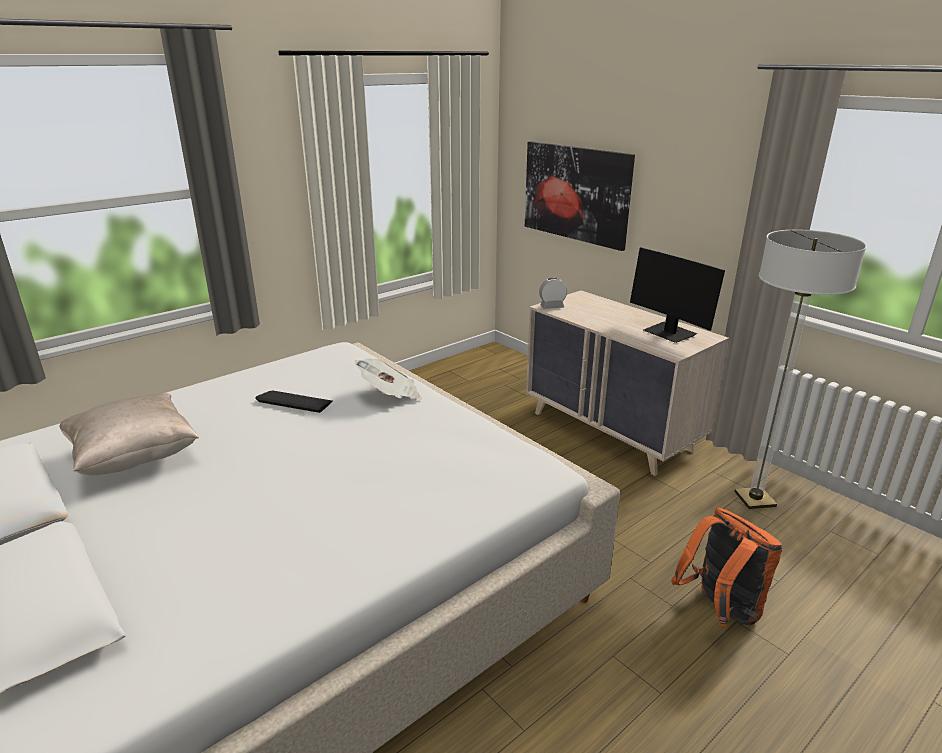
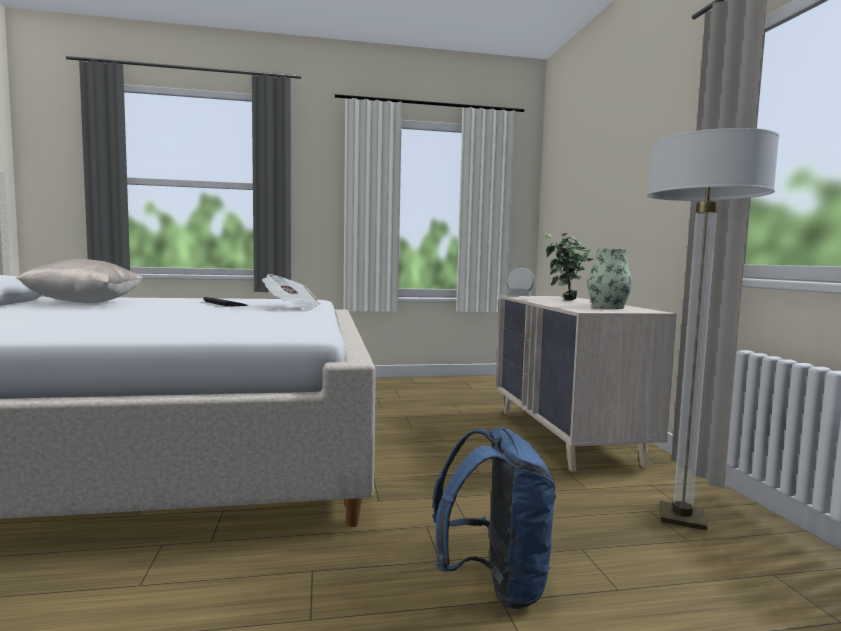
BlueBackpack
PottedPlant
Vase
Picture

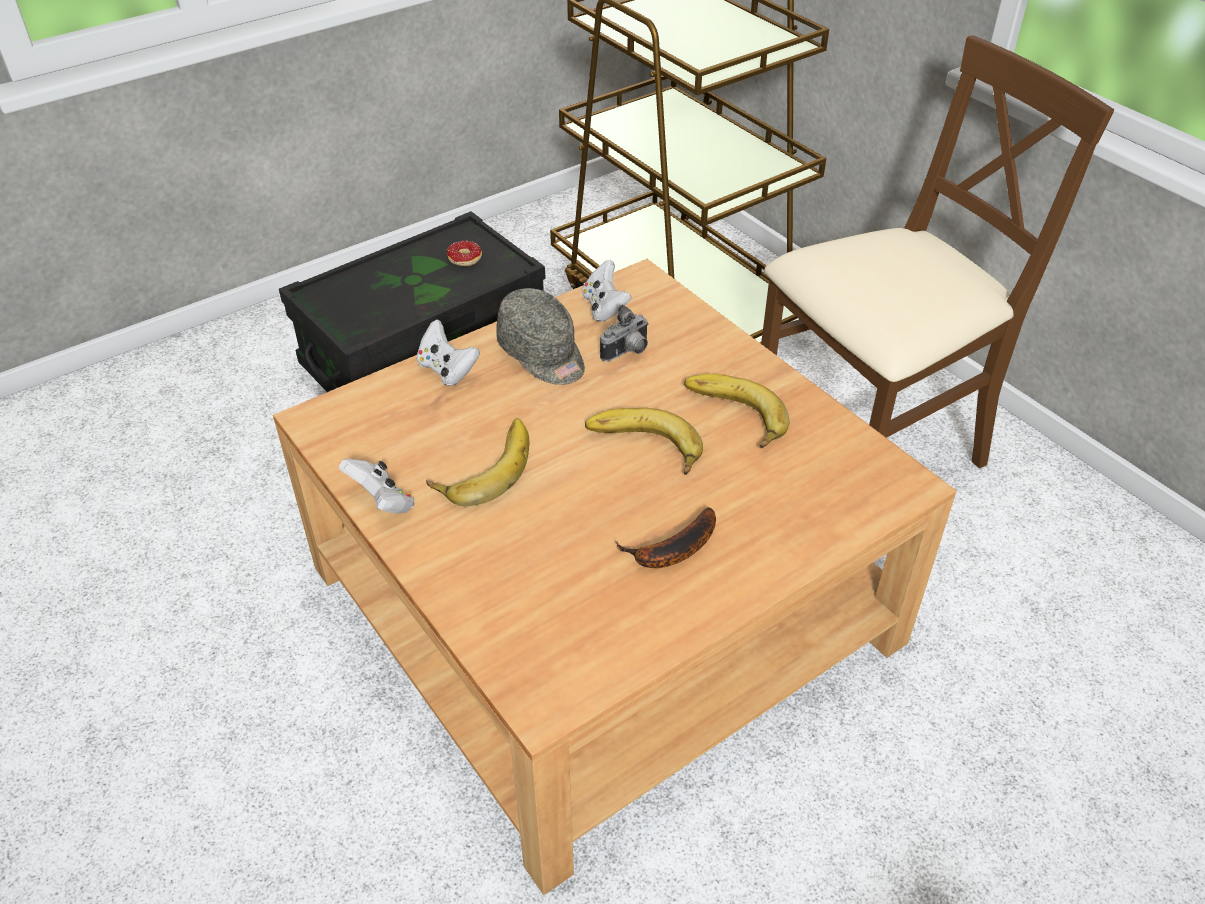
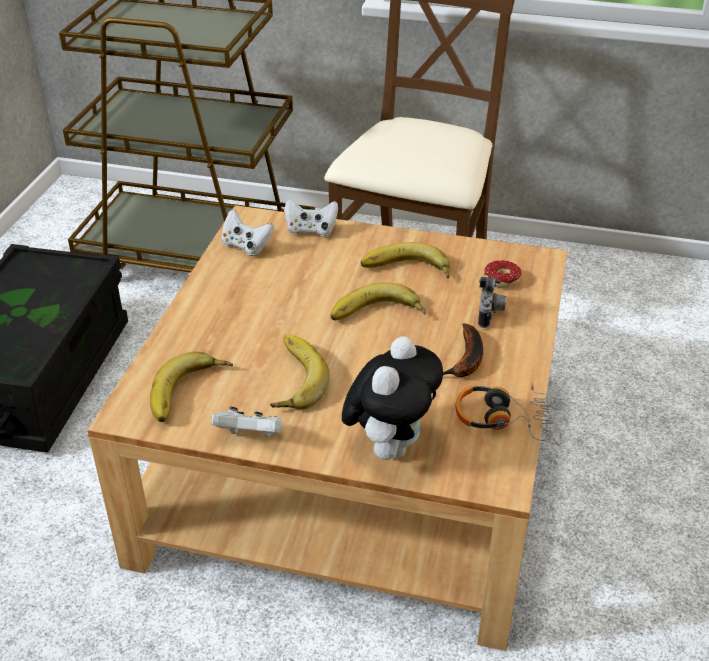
Banana (1st from left)
WhiteGameController (3rd from left)
PlushToy
Headphones
PhotoCamera
Donut
GreyCap

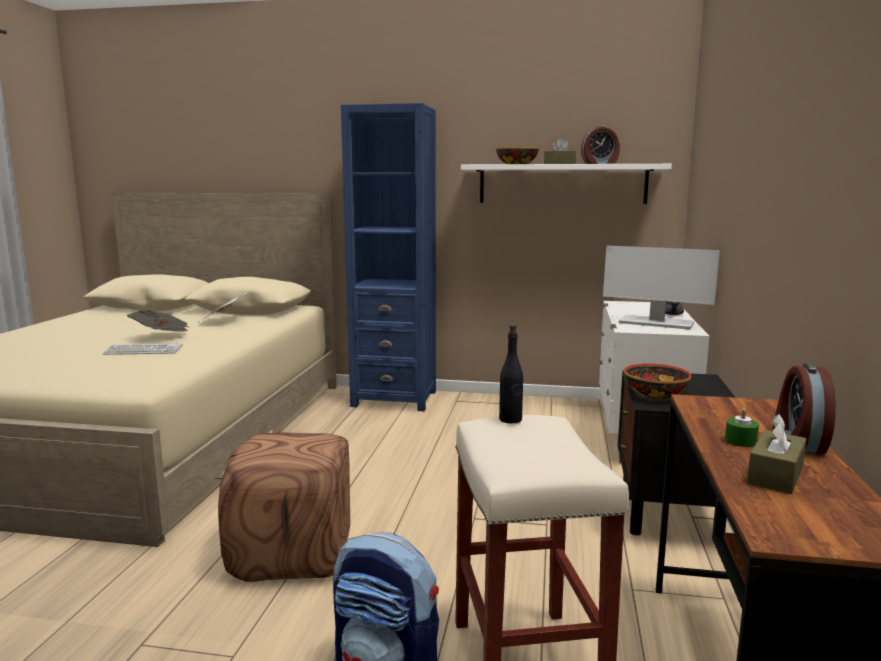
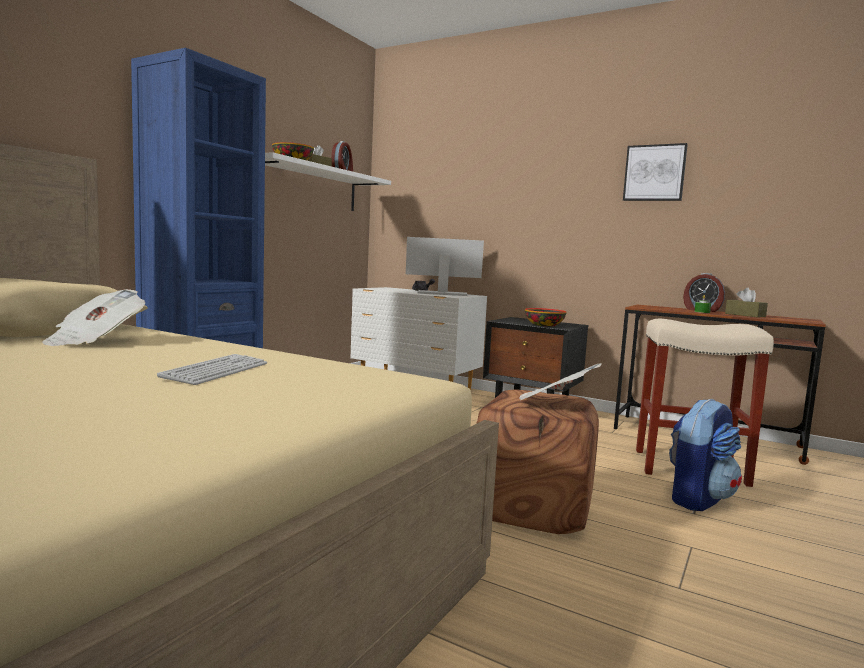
Monitor
Newspaper (2nd from left)
Picture
BlackBottle

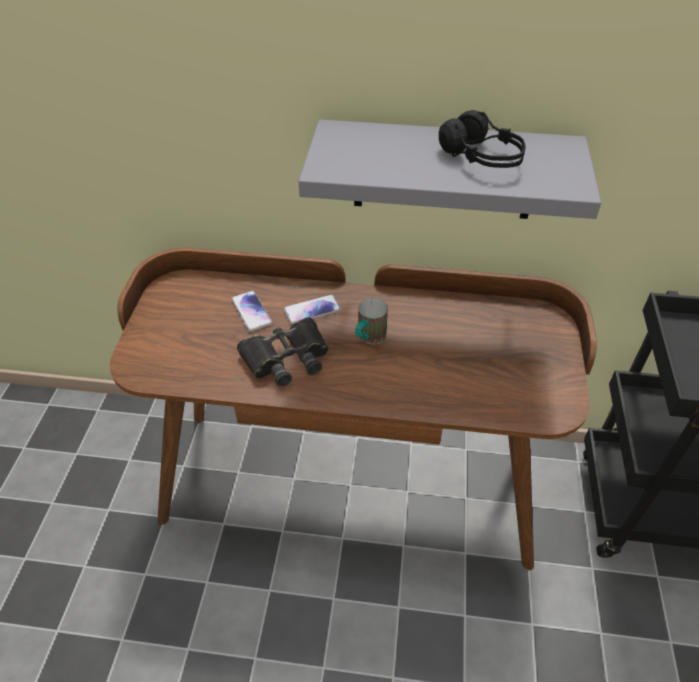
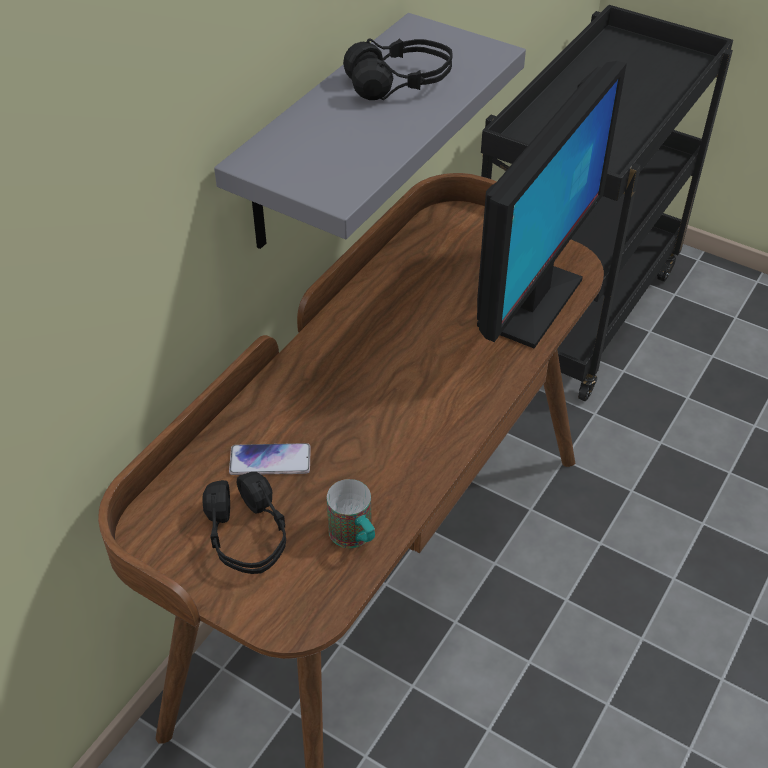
BlackHeadphones (1st from left)
Mug
Monitor
BlackBinoculars
Phone (2nd from left in the first image)

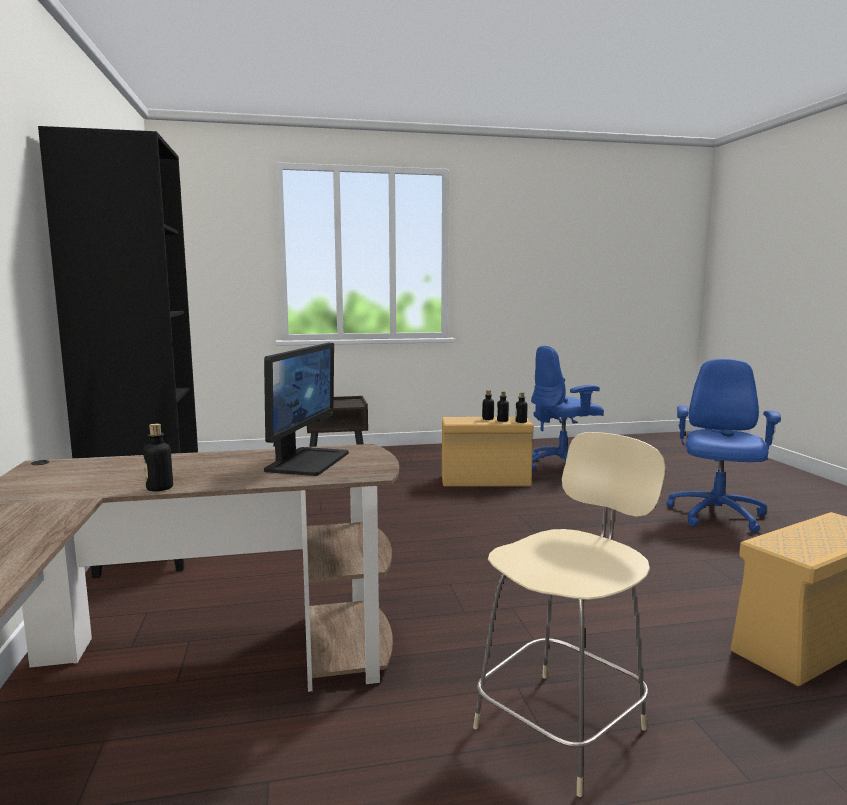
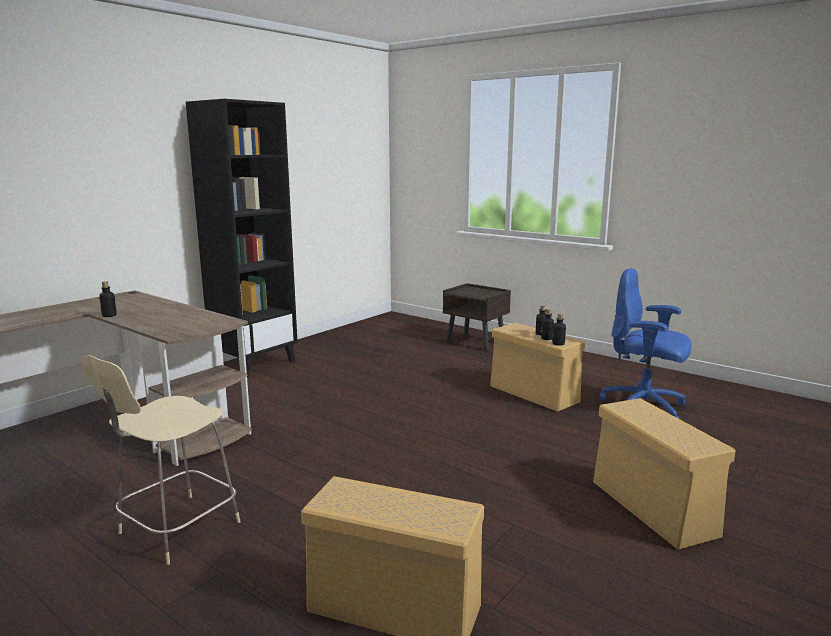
BeigeChair
BeigeStorageBox (3rd from left)
Monitor

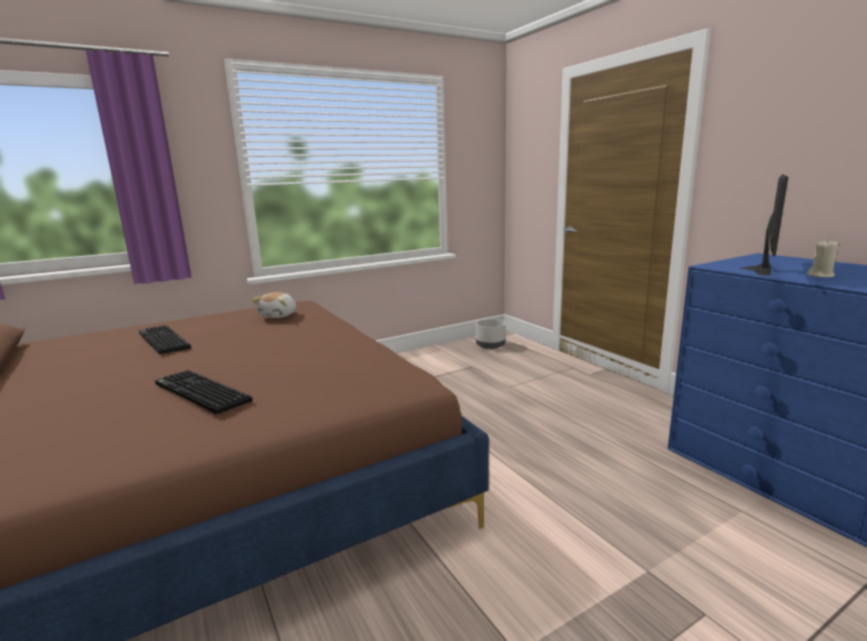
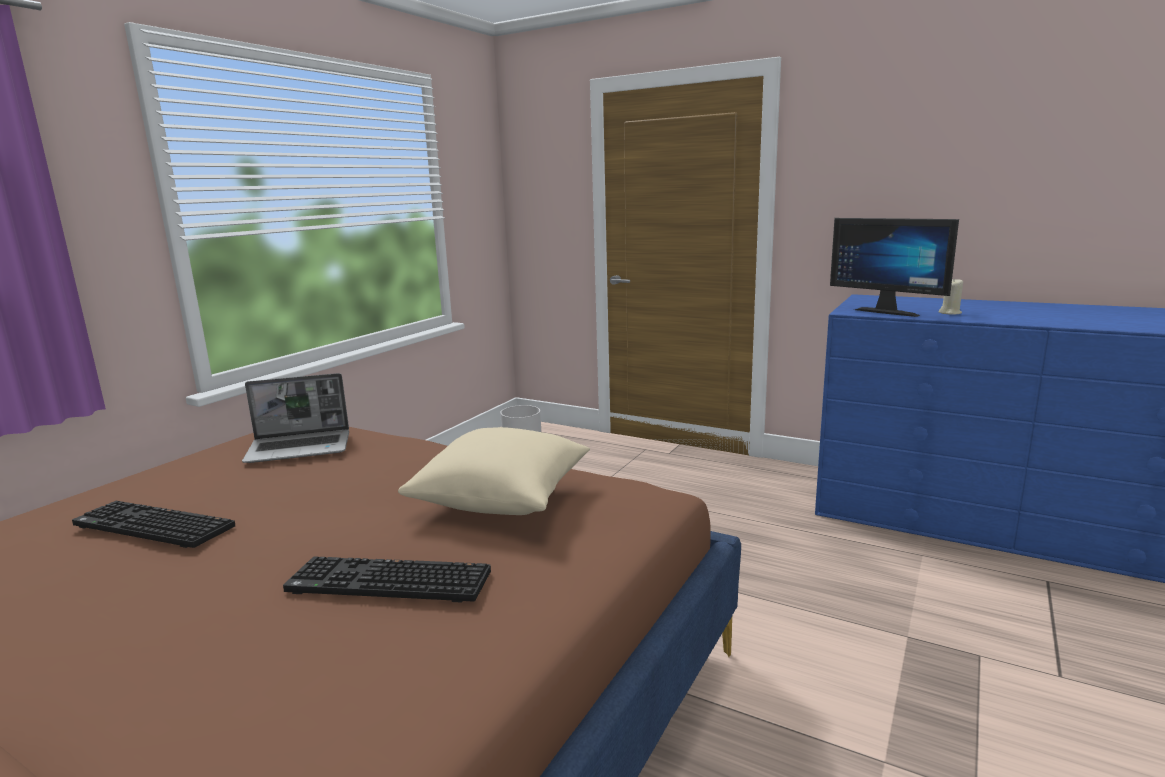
Laptop
BeigePillow
Monitor

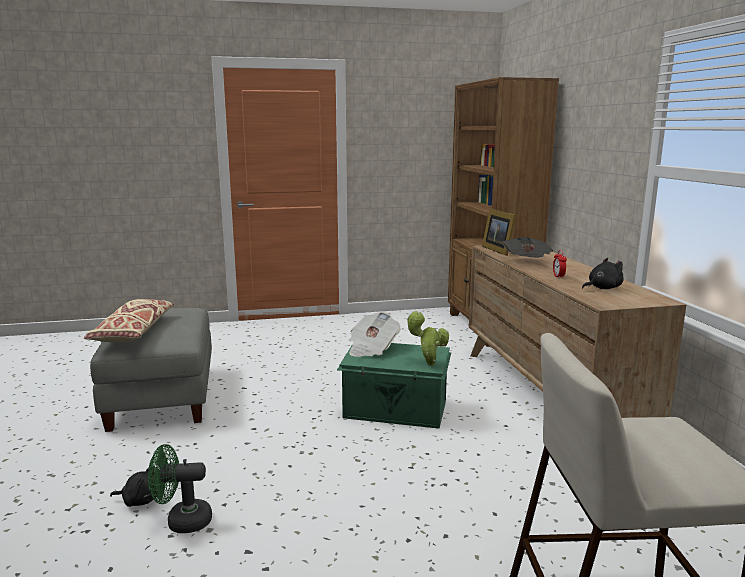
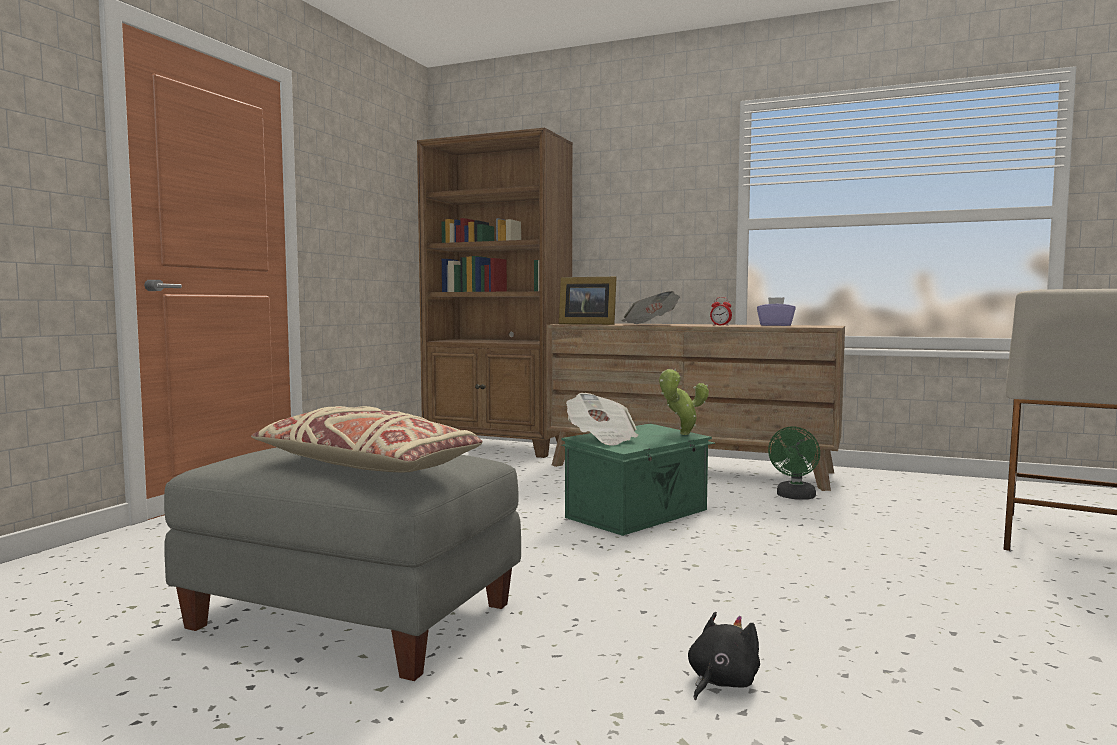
PurpleTissueBox
GreenFan

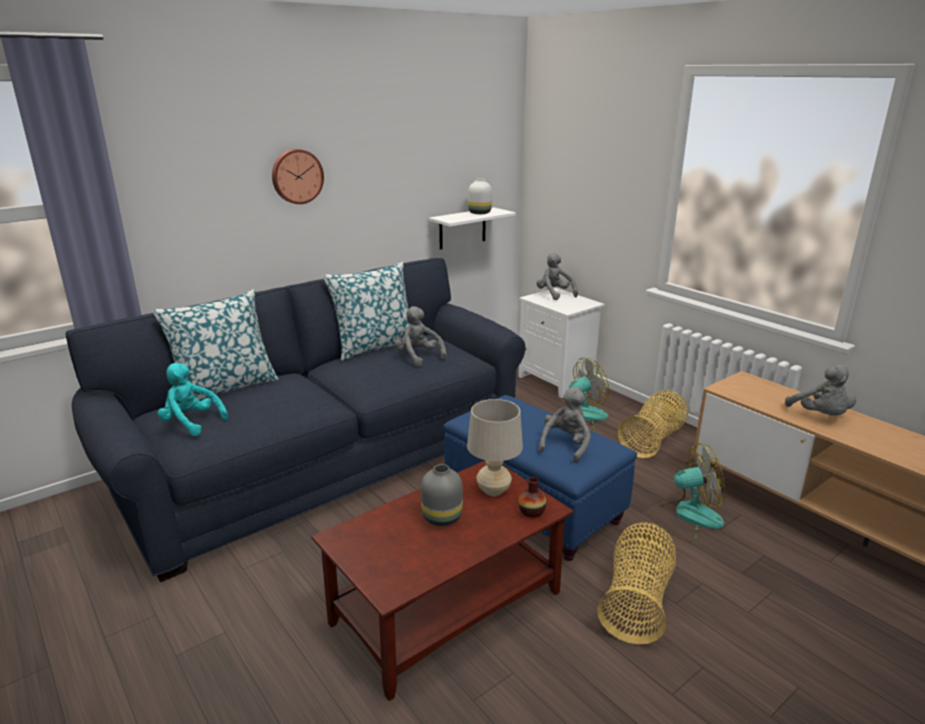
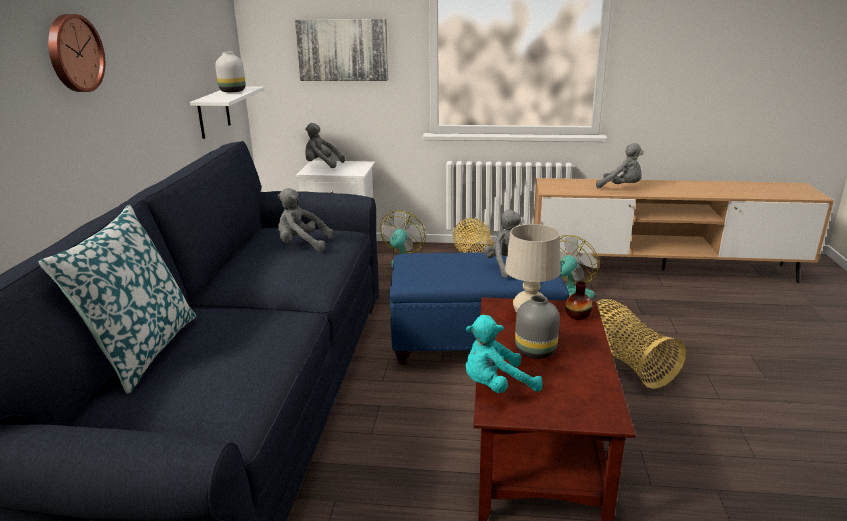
Picture
TurquoisePlushToy
Pillow (2nd from left in the first image)

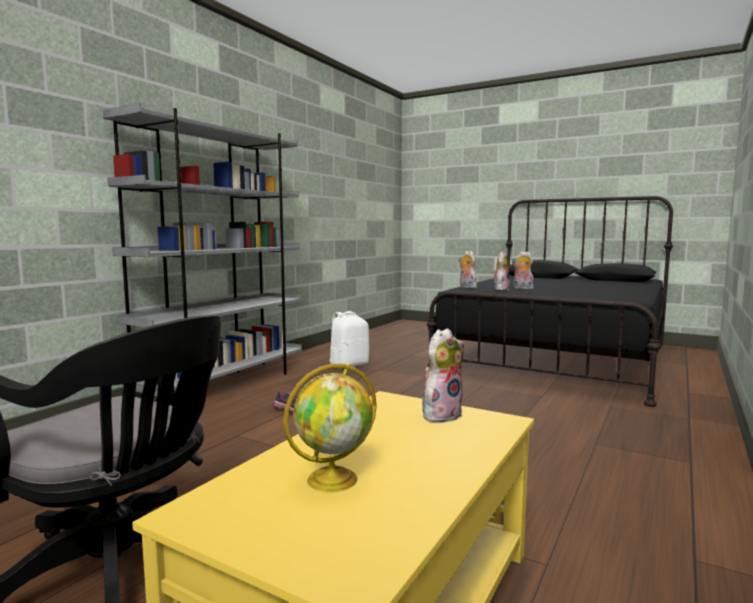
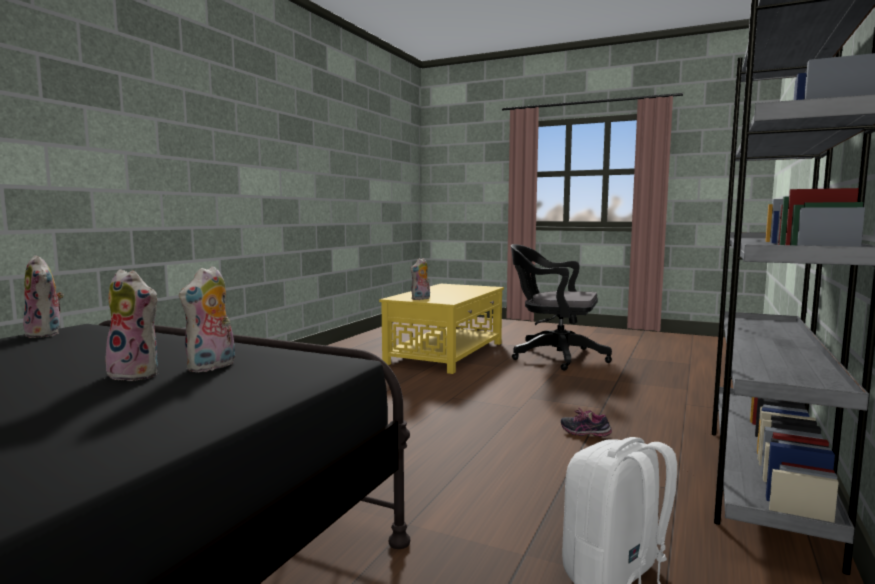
PlushToy (1st from left)
Globe

